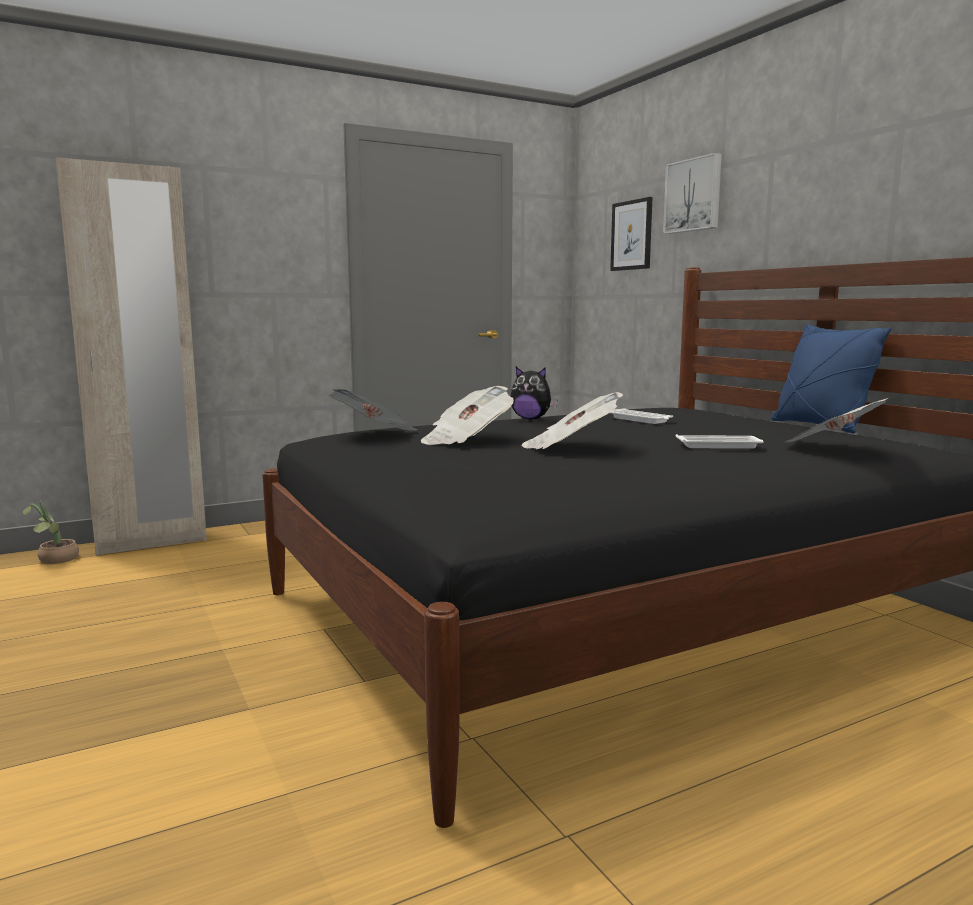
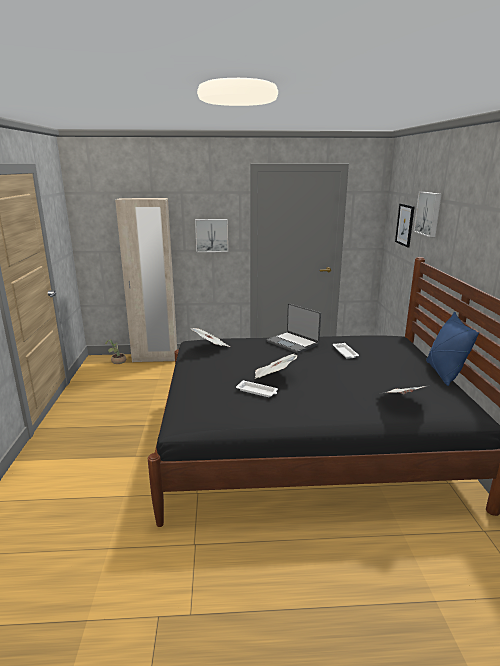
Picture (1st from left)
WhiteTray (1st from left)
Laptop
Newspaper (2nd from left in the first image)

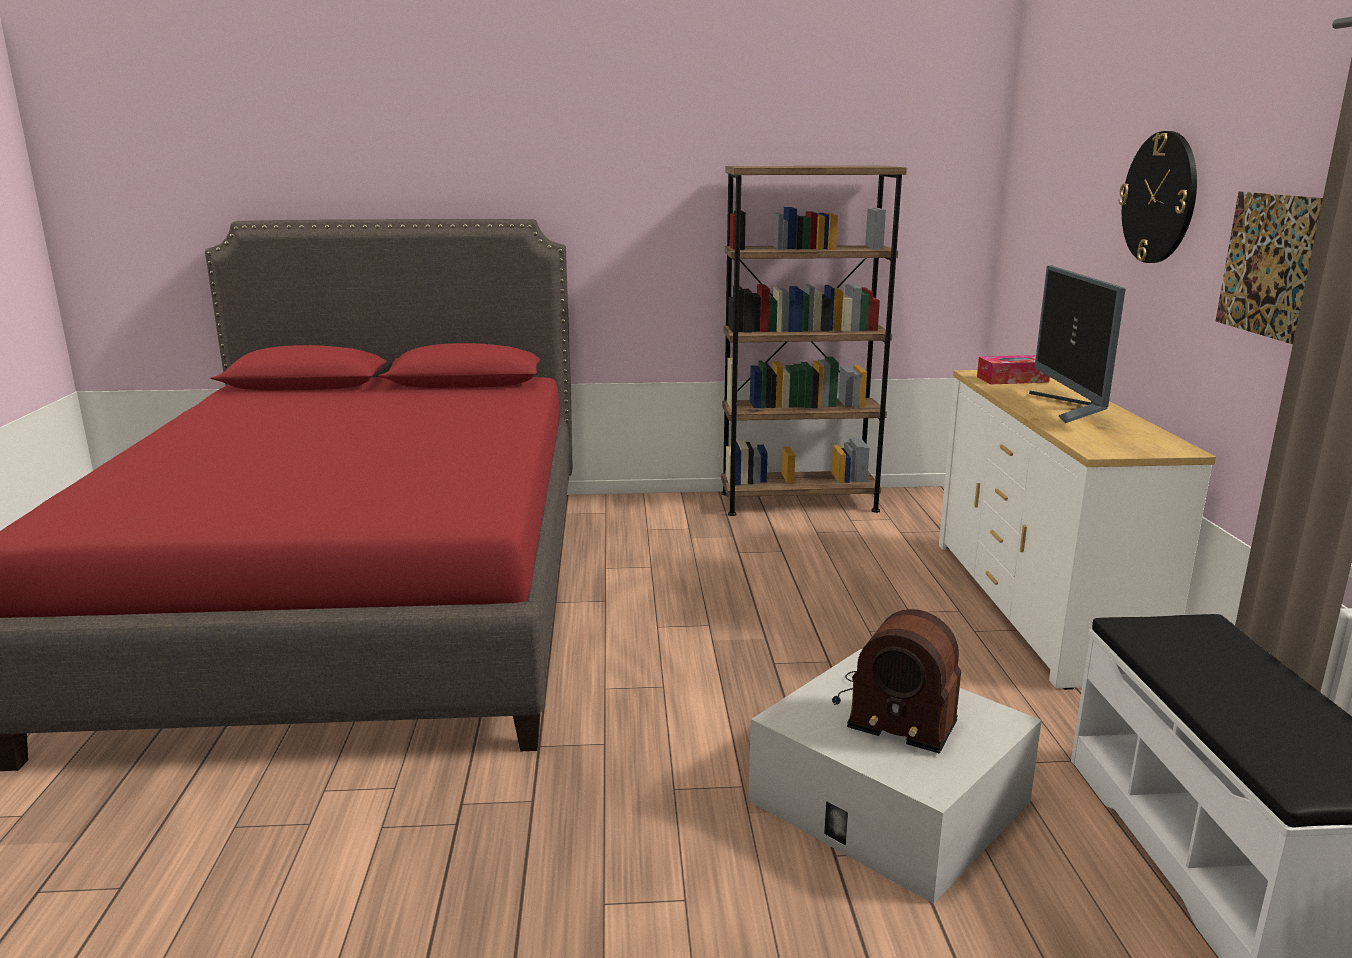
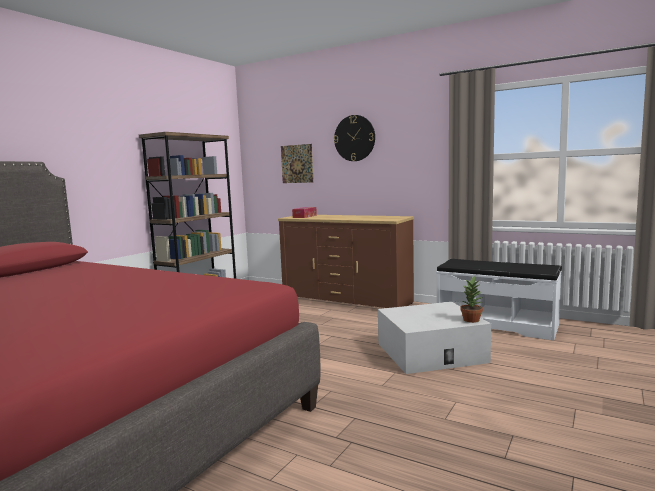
BrownDresser
Picture
PottedPlant
Radio
Monitor

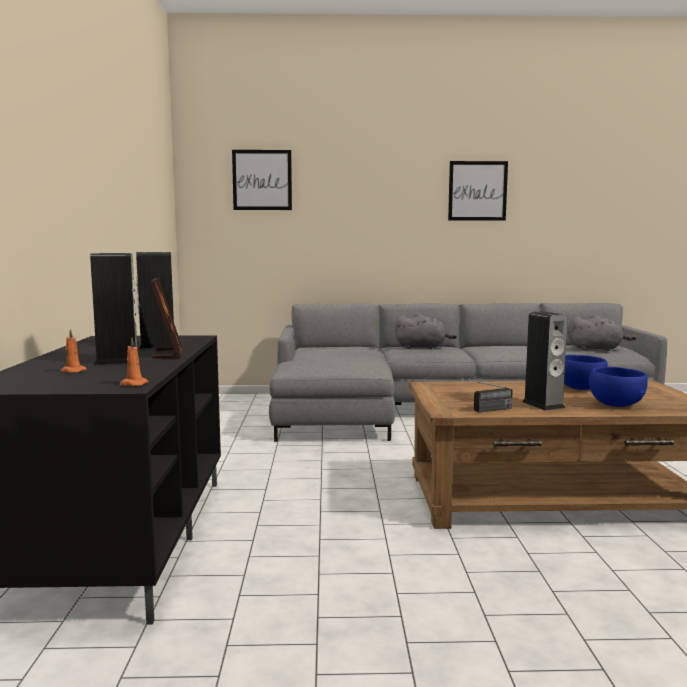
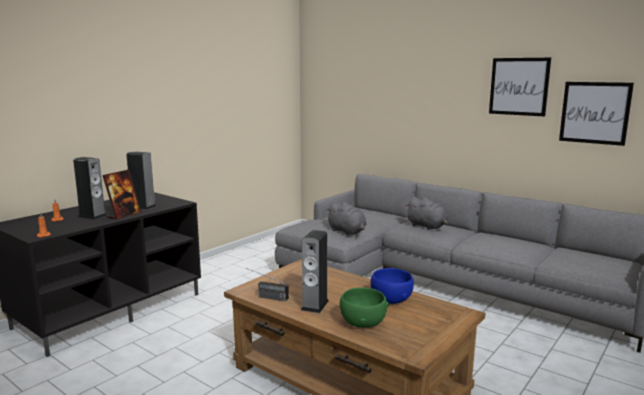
GreyPlushToy (1st from left)
GreenBowl
Picture (2nd from left)

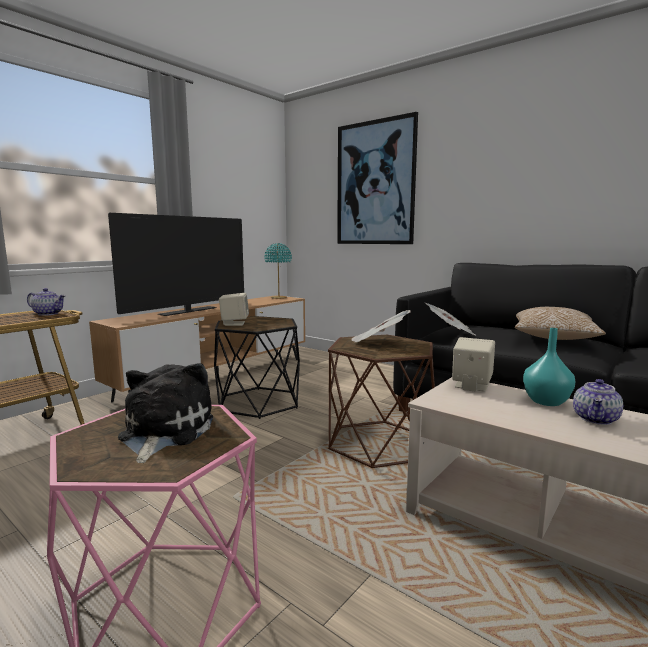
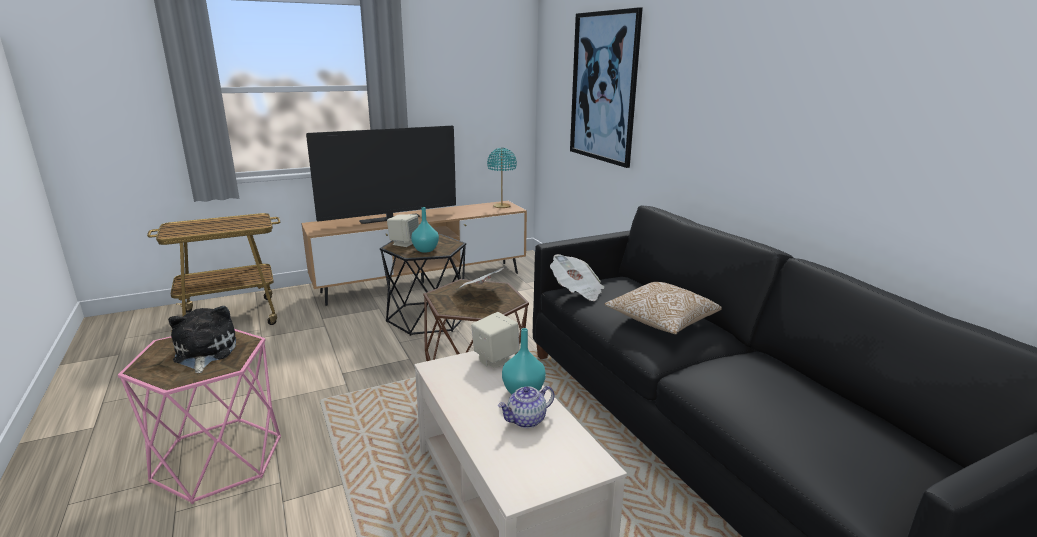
PlushToy
TurquoiseVase (1st from left)
Teapot (1st from left in the first image)

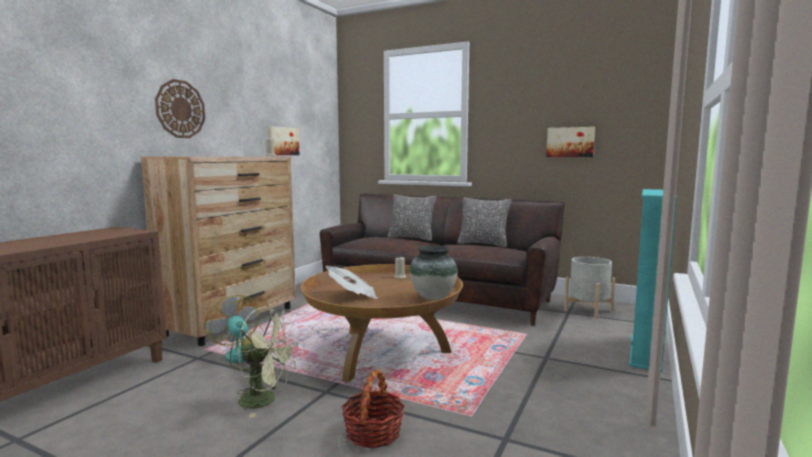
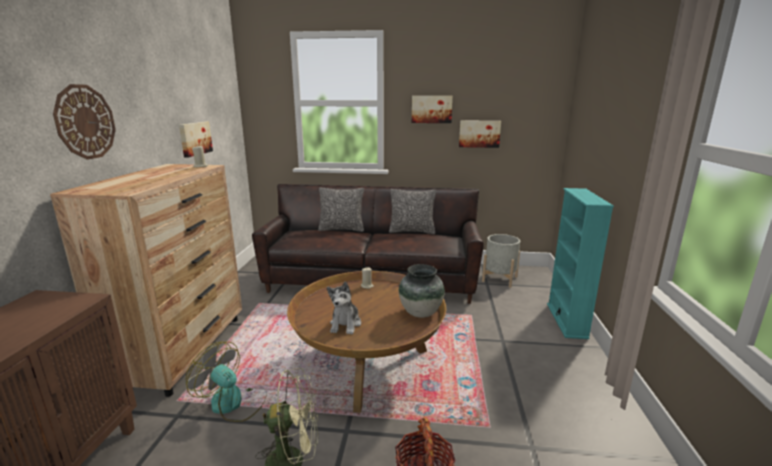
PlushToy
Picture (2nd from left)

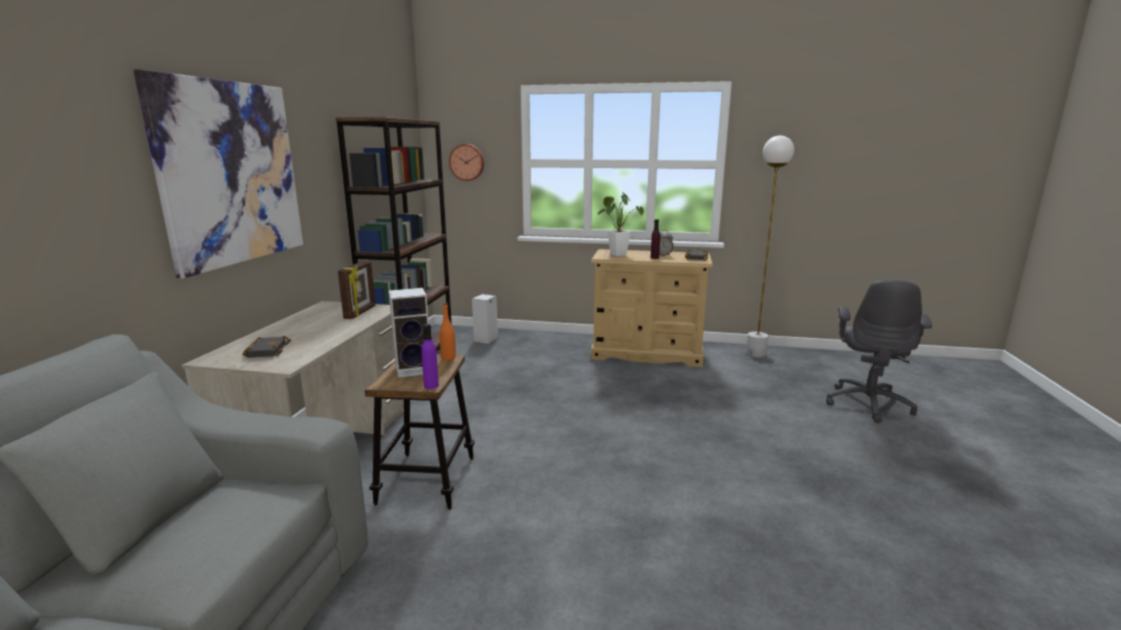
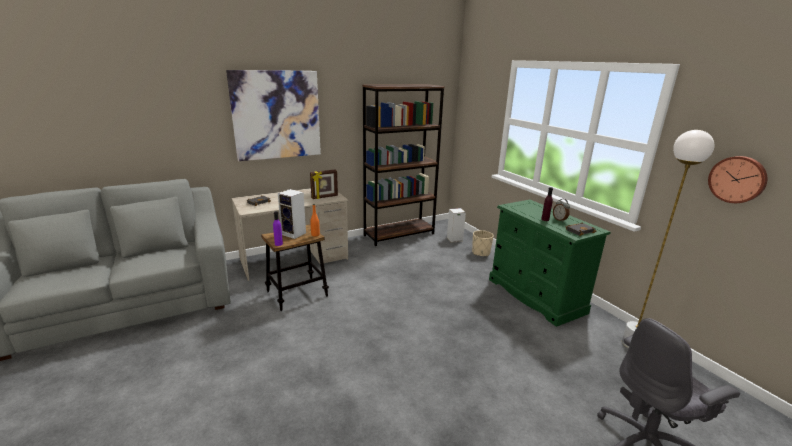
BeigePlanter
GreenDresser
WallClock
PottedPlant

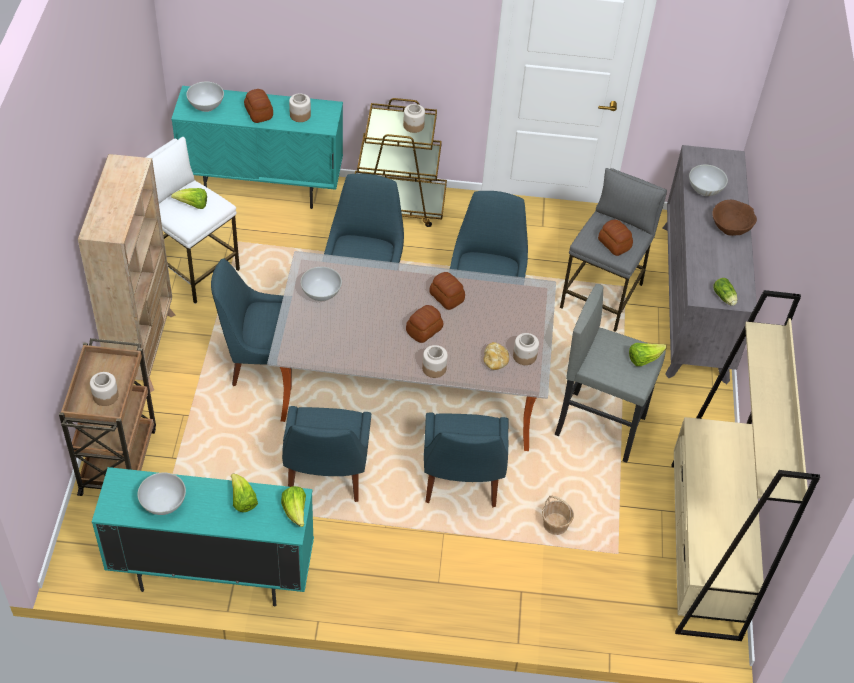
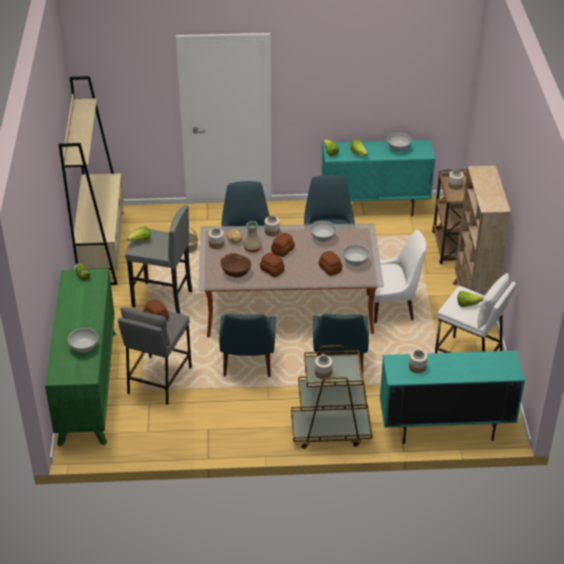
GreenDresser
BrownBowl
BeigeVase
WhiteBowl (2nd from left)
Bread (5th from left)
WhiteChair

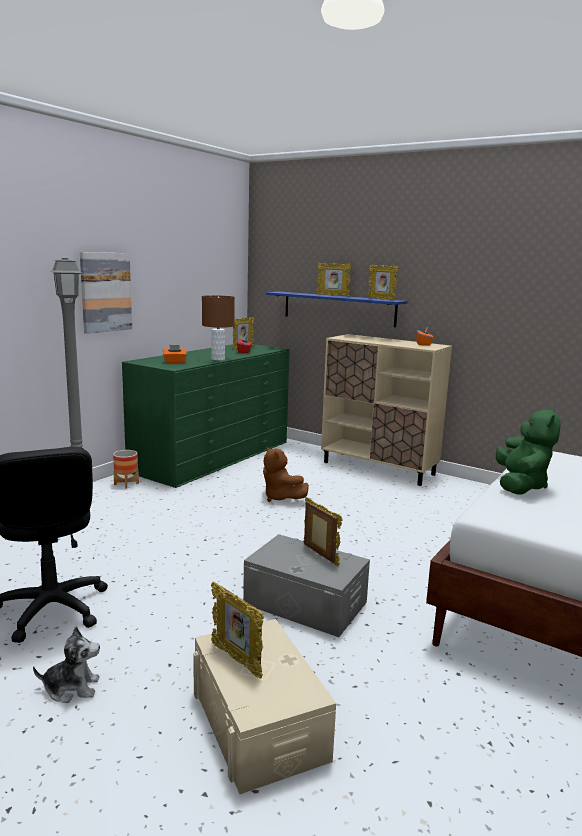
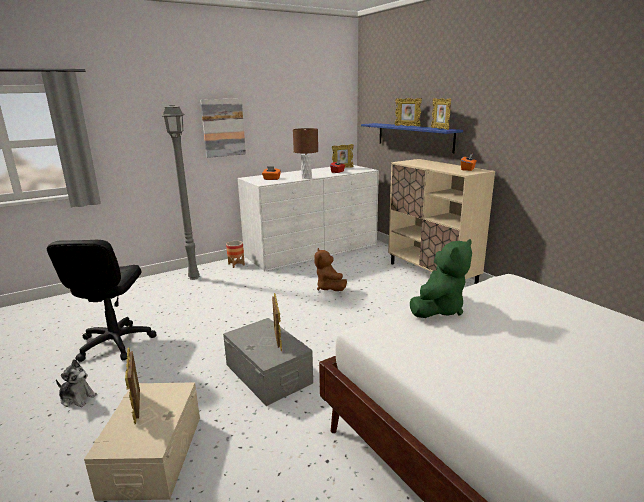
WhiteDresser

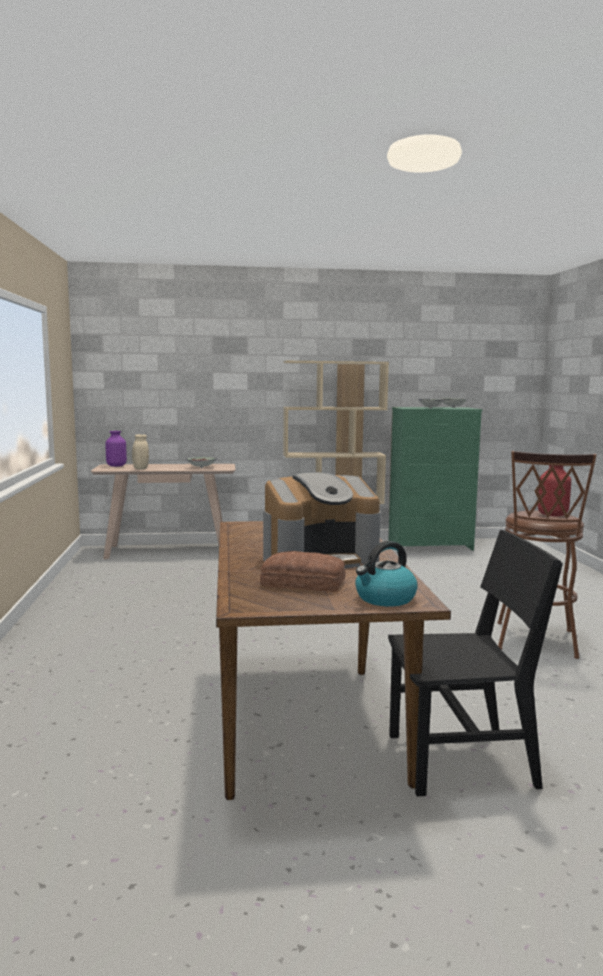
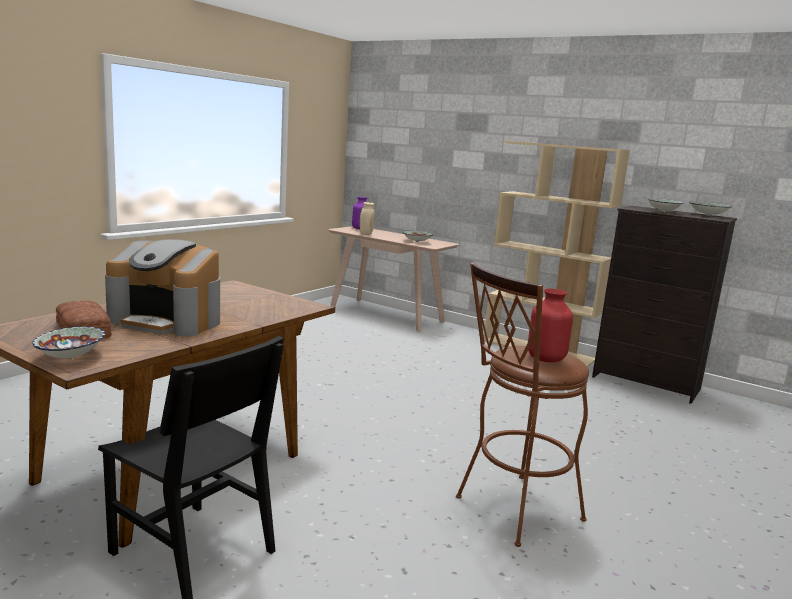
Bowl (1st from left)
BlackDresser

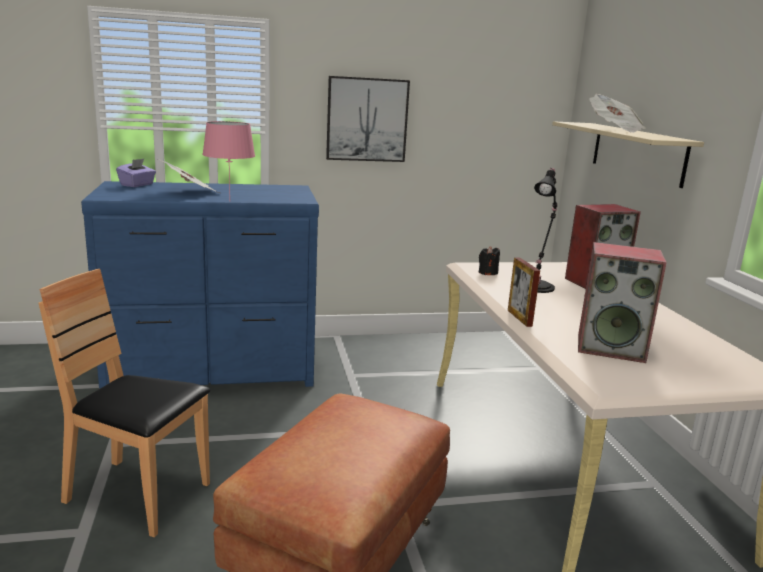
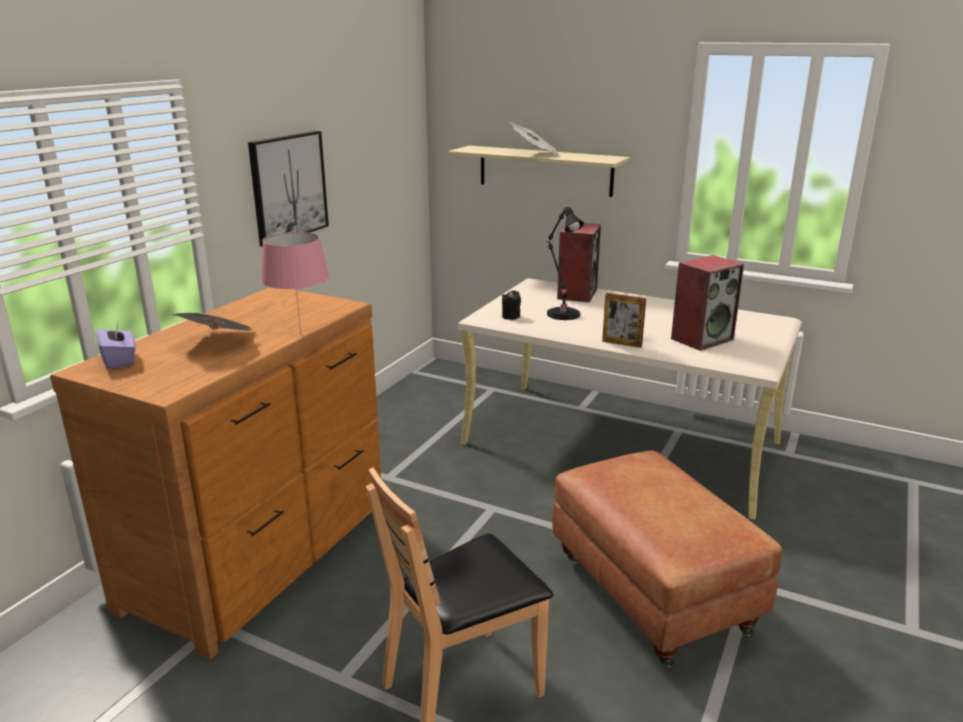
BrownDresser

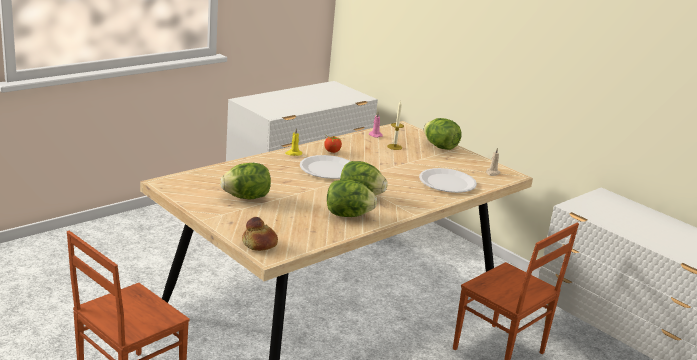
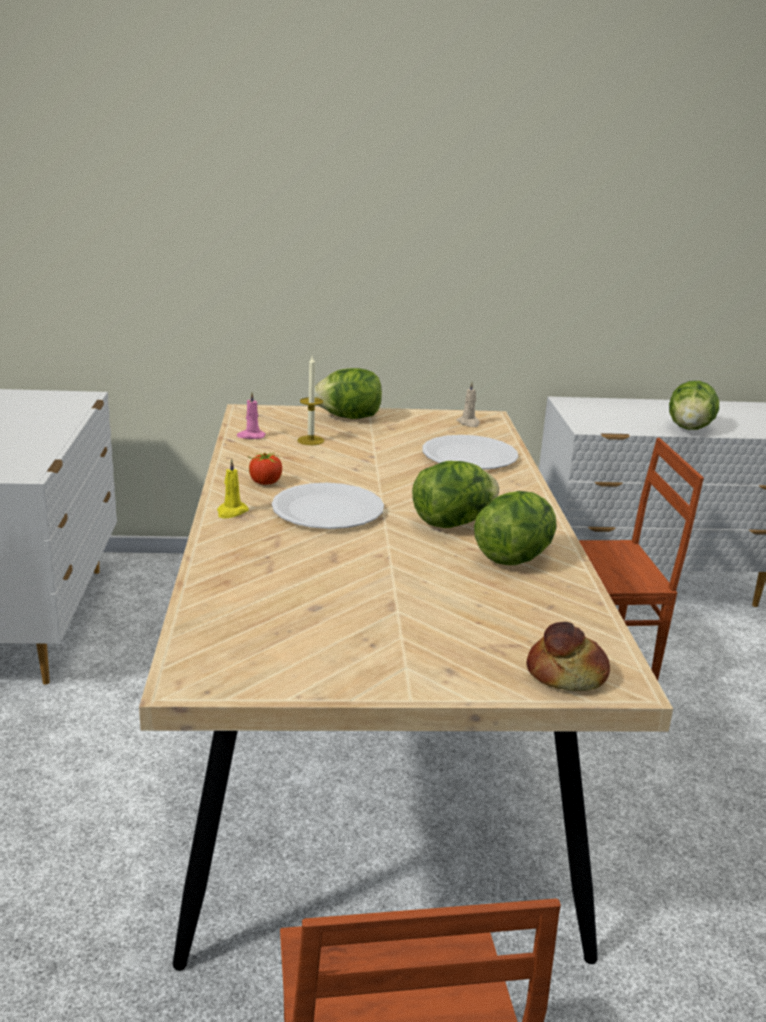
Lettuce (4th from left)

